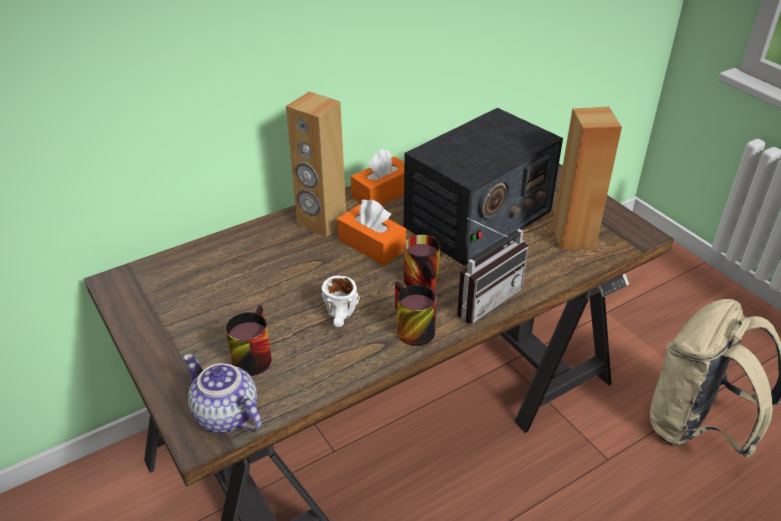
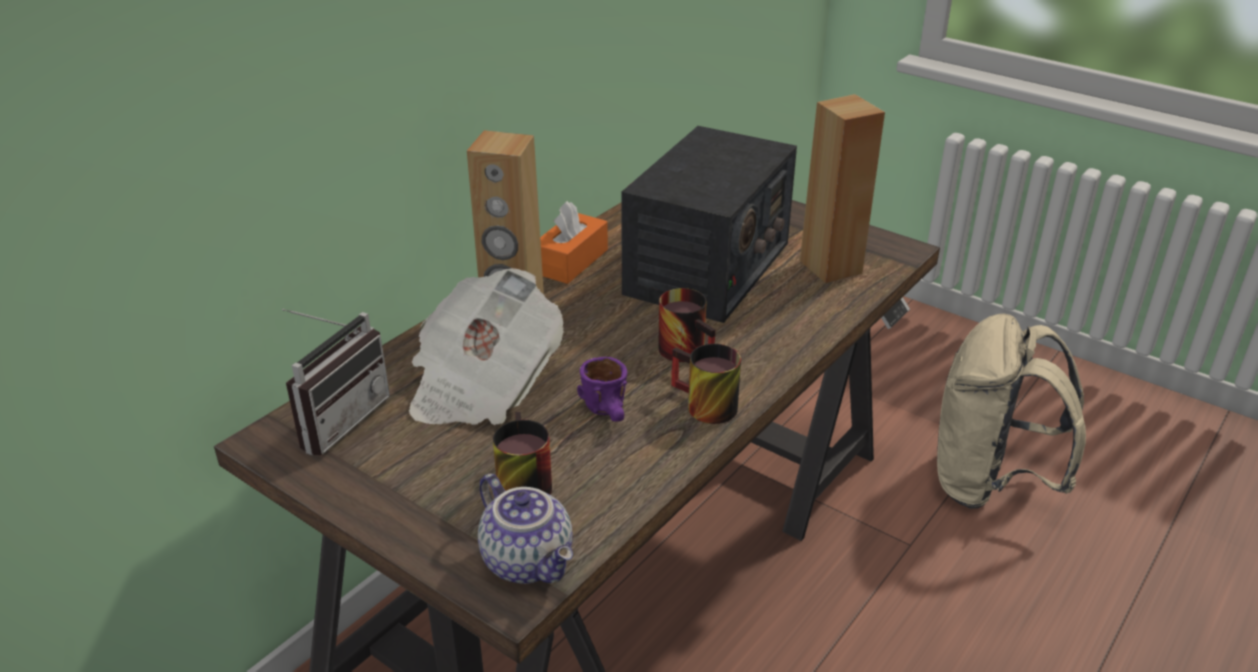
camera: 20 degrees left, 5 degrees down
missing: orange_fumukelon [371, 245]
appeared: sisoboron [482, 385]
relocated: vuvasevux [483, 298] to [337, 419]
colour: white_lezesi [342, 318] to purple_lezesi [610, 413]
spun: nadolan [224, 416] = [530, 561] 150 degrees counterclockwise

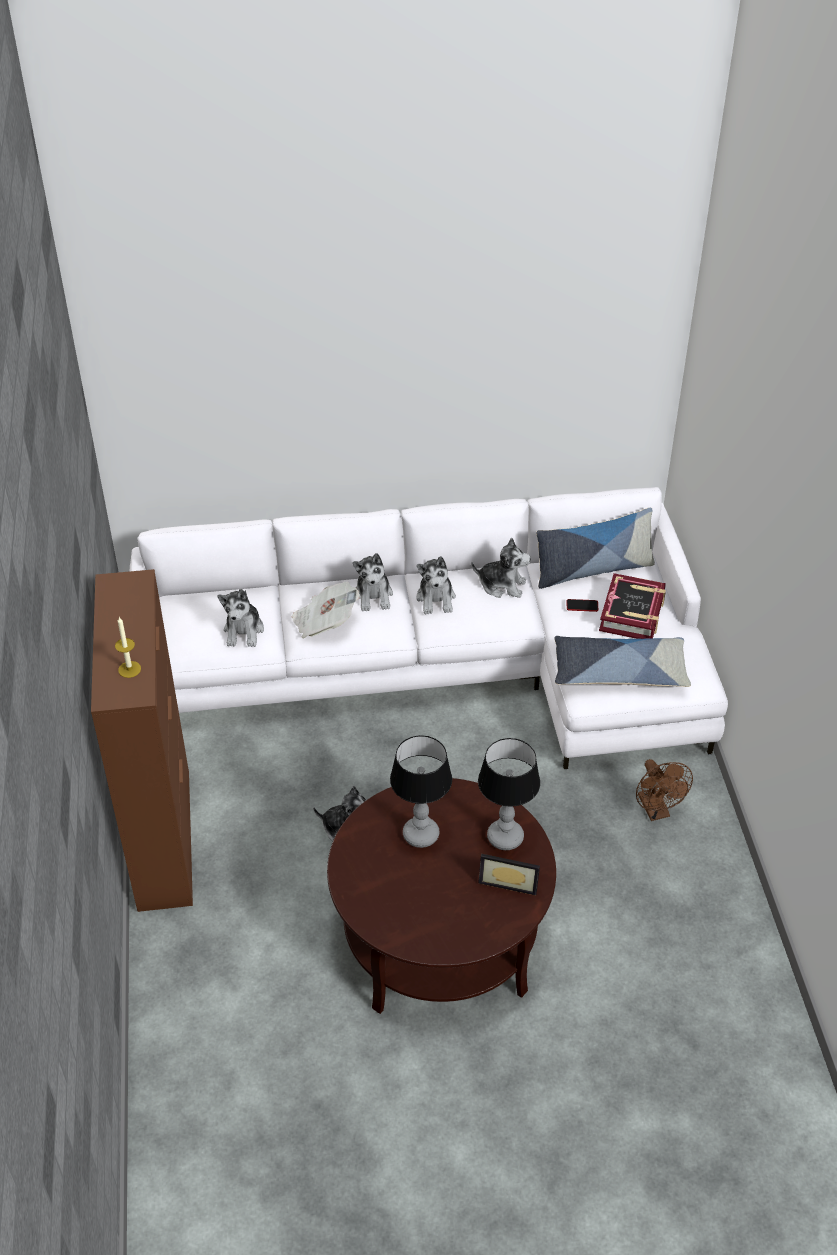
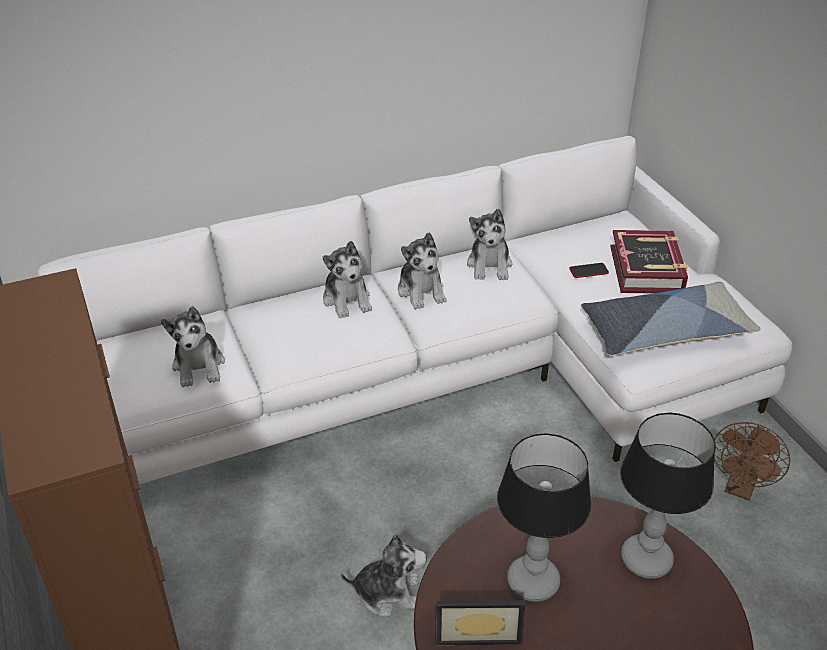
camera: 15 degrees left, 5 degrees down
missing: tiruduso [129, 669]; sisoboron [325, 622]; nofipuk [593, 570]
relocated: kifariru [509, 880] to [477, 630]
spun: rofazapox [502, 585] = [489, 265] 90 degrees clockwise; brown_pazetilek [656, 811] = [740, 488] 60 degrees clockwise

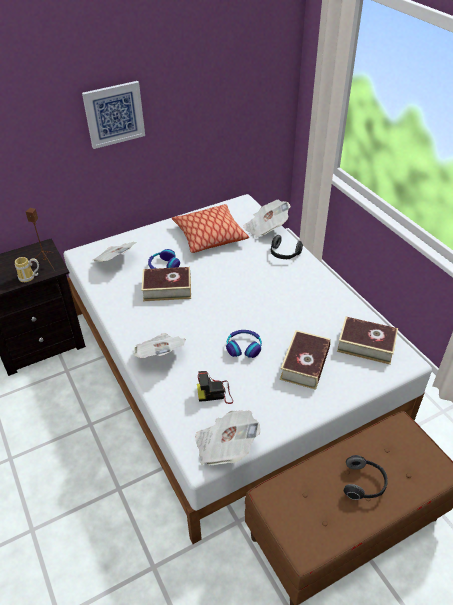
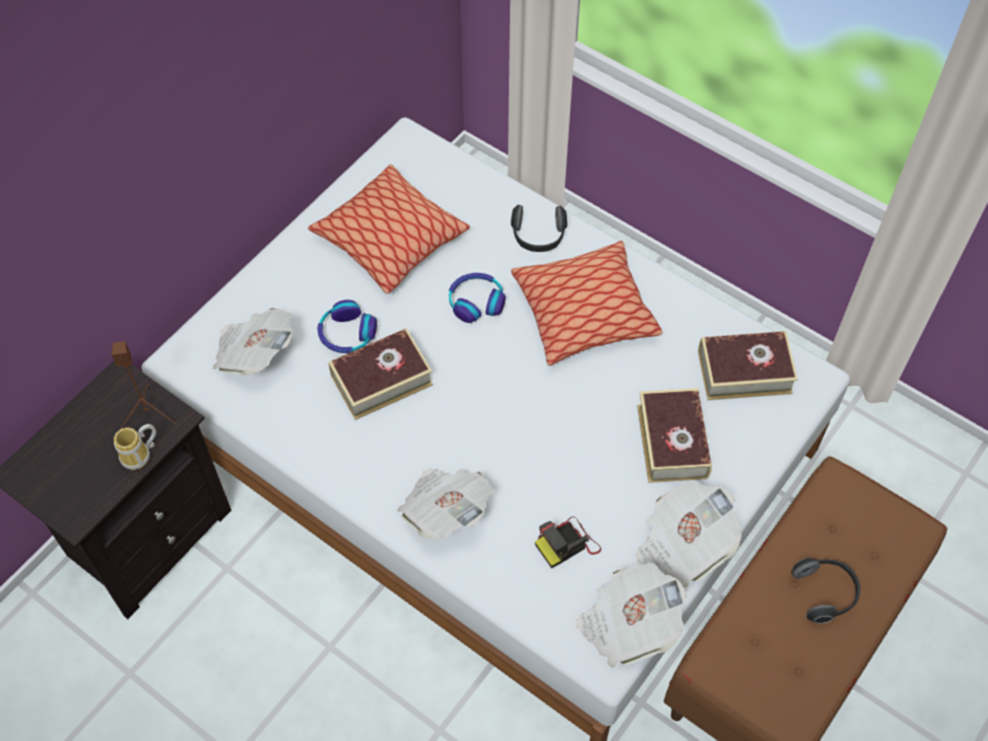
camera: 25 degrees left, 15 degrees up
missing: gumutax [114, 114]
appeared: nofipuk [584, 313]
relocated: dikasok [244, 347] to [476, 302]; sisoboron [266, 228] to [683, 544]

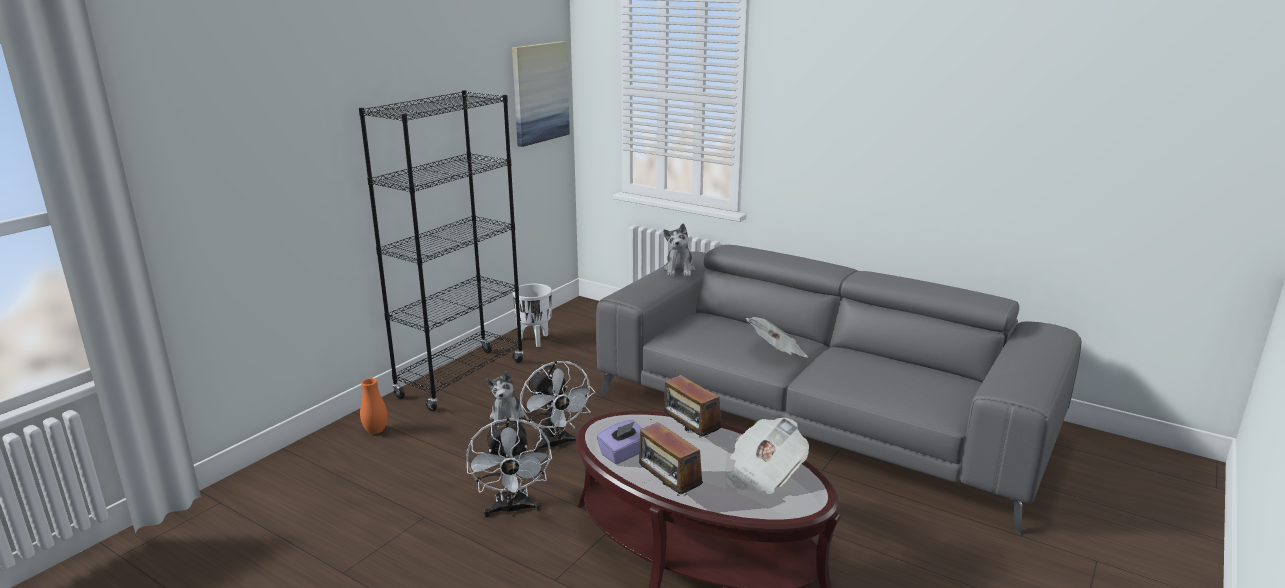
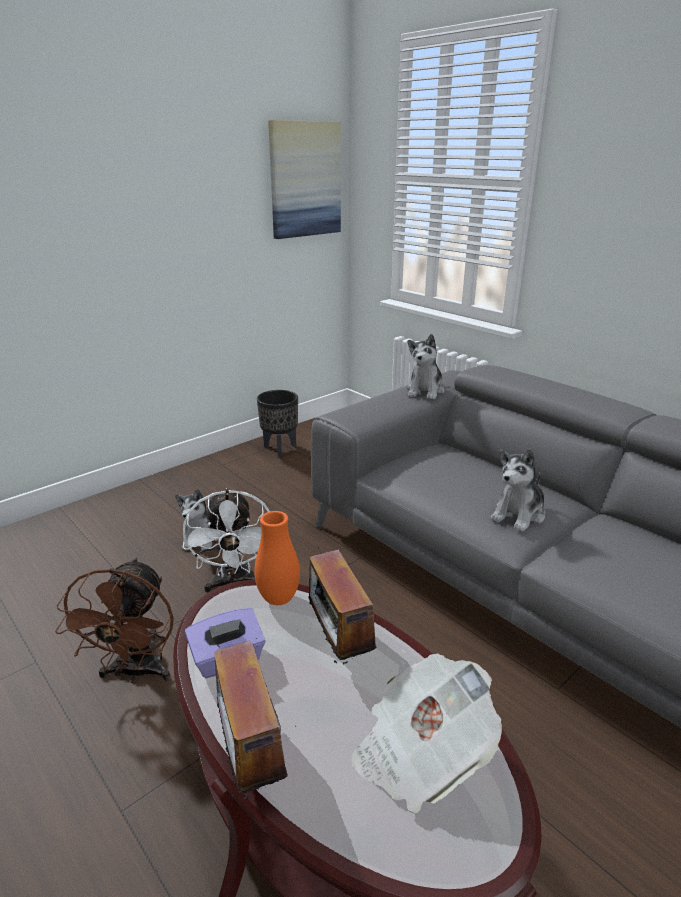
camera: 15 degrees right, 5 degrees up
missing: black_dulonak [461, 379]
relocated: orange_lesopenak [376, 431] to [278, 599]
exchanged: sisoboron [776, 352] to rofazapox [519, 514]
colour: white_pazetilek [512, 509] to brown_pazetilek [136, 672]; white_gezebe [534, 340] to black_gezebe [279, 449]

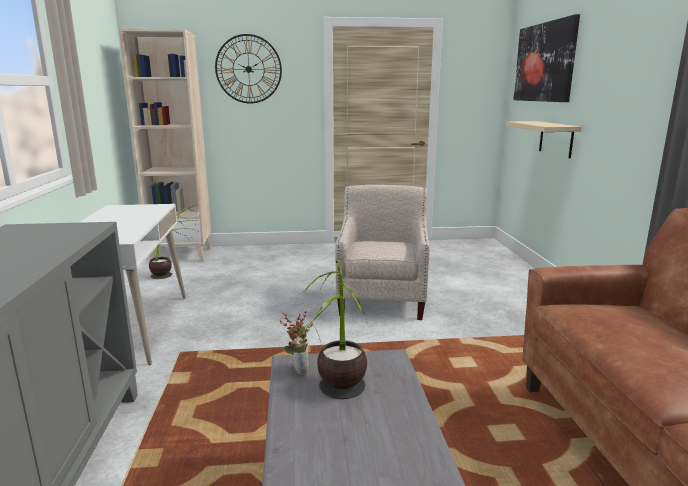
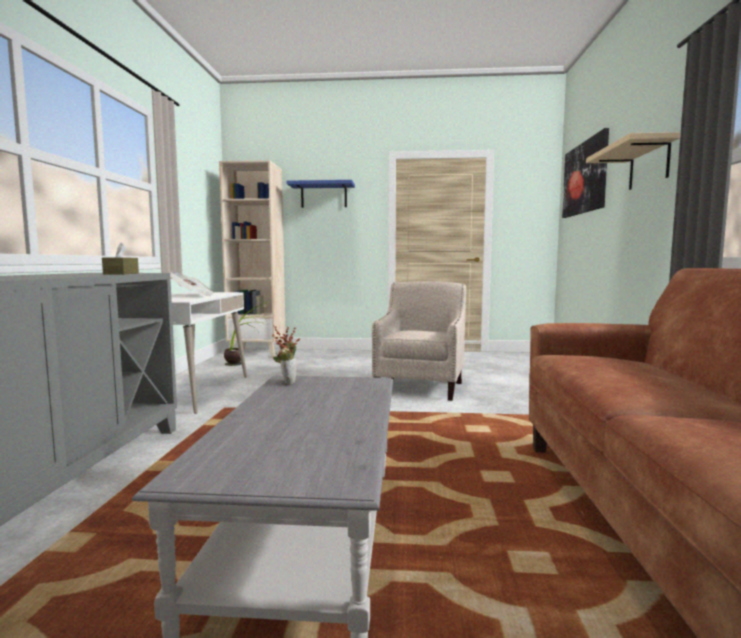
camera: 10 degrees right, 10 degrees down
missing: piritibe [339, 402]
appeared: brown_fumukelon [121, 273]; sisoboron [193, 296]
relocated: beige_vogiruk [556, 139] to [649, 165]
exchanged: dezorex [248, 69] to blue_vogiruk [324, 196]

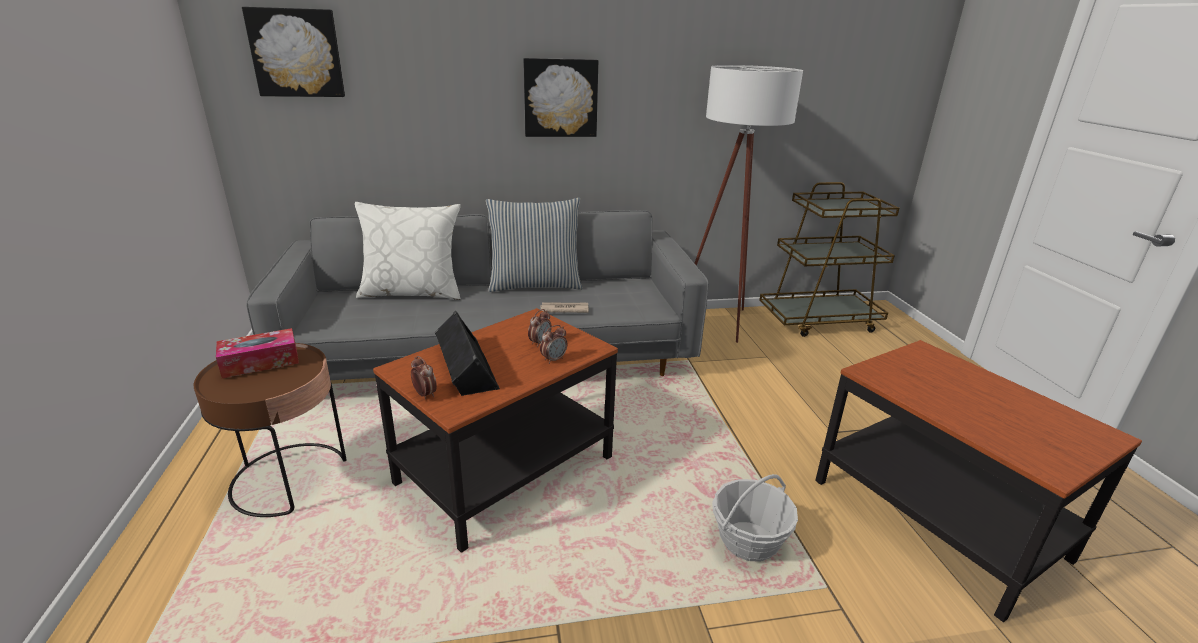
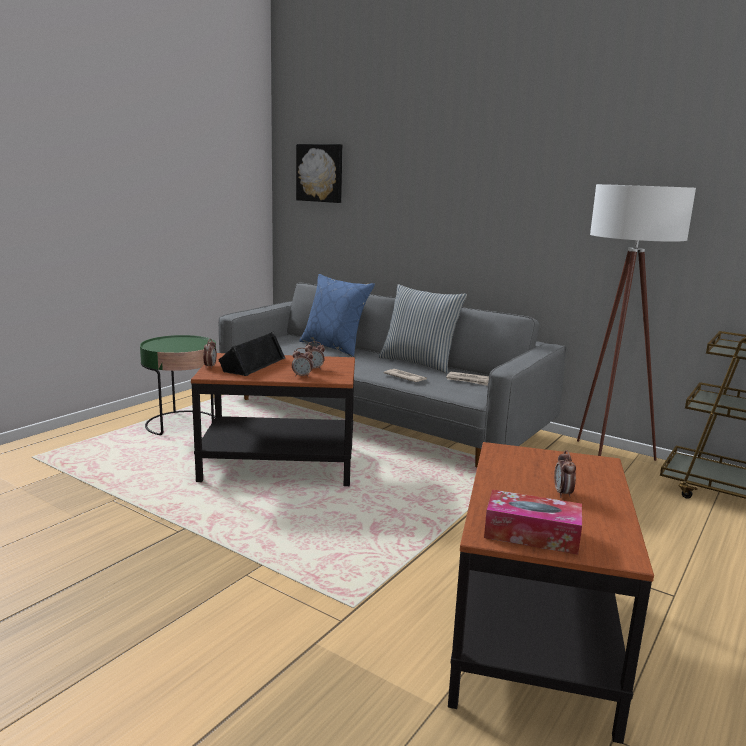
camera: 45 degrees right, 10 degrees down
missing: gumutax [560, 98]; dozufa [748, 541]
appeared: sisoboron [468, 380]; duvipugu [563, 493]
relocated: fumukelon [260, 362] to [531, 534]
colour: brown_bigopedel [290, 478] to green_bigopedel [182, 424]; white_nofipuk [412, 292] to blue_nofipuk [334, 347]

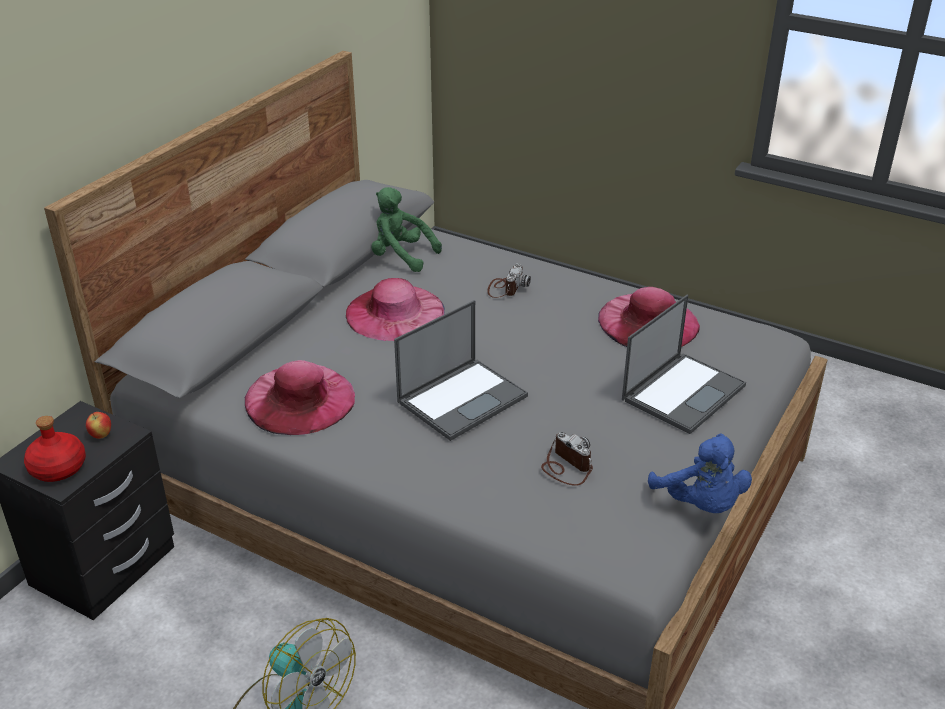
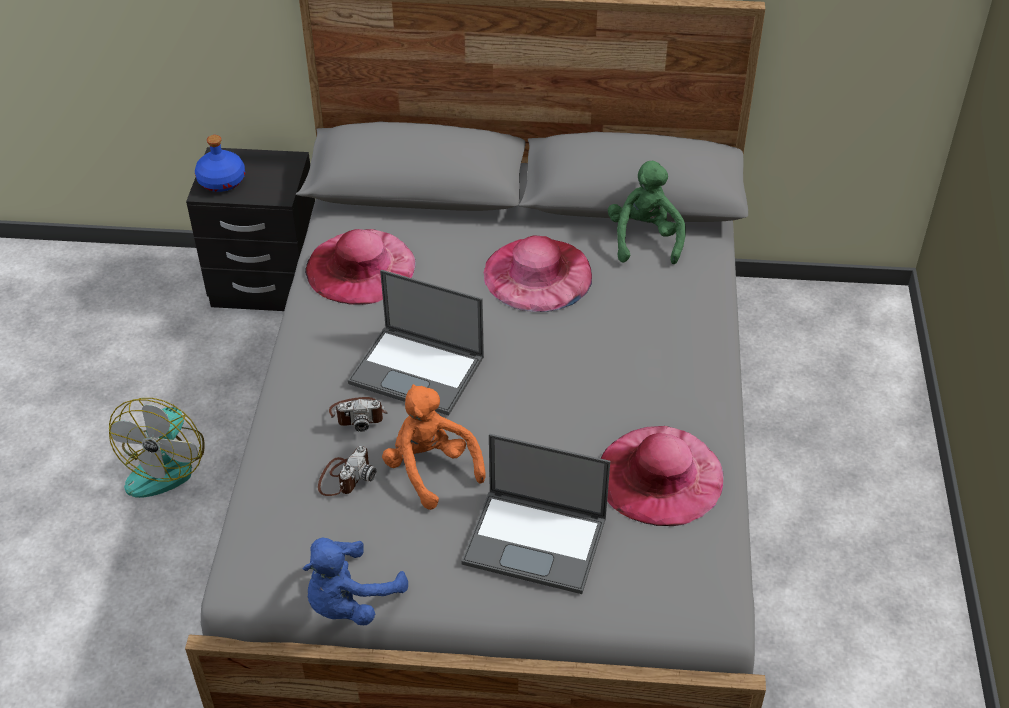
camera: 65 degrees right, 10 degrees up
missing: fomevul [101, 435]
appeared: orange_rofazapox [431, 469]
relocated: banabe [506, 288] to [358, 414]
colour: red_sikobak [58, 467] to blue_sikobak [222, 181]

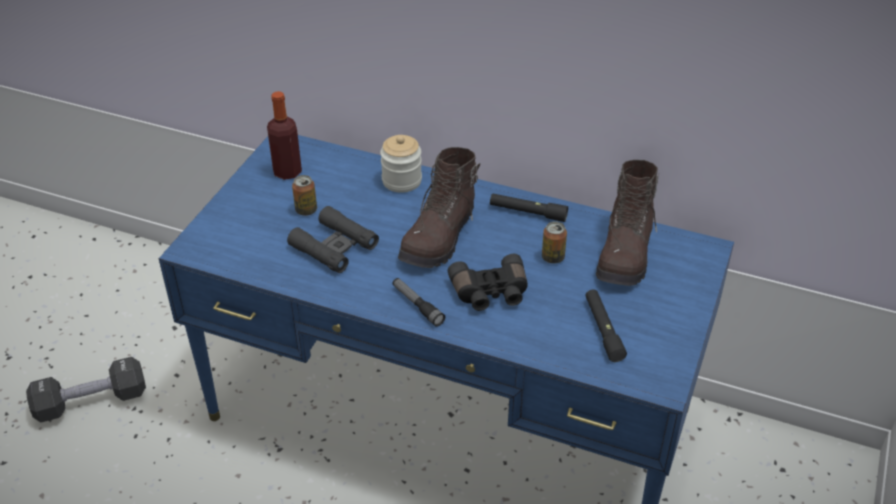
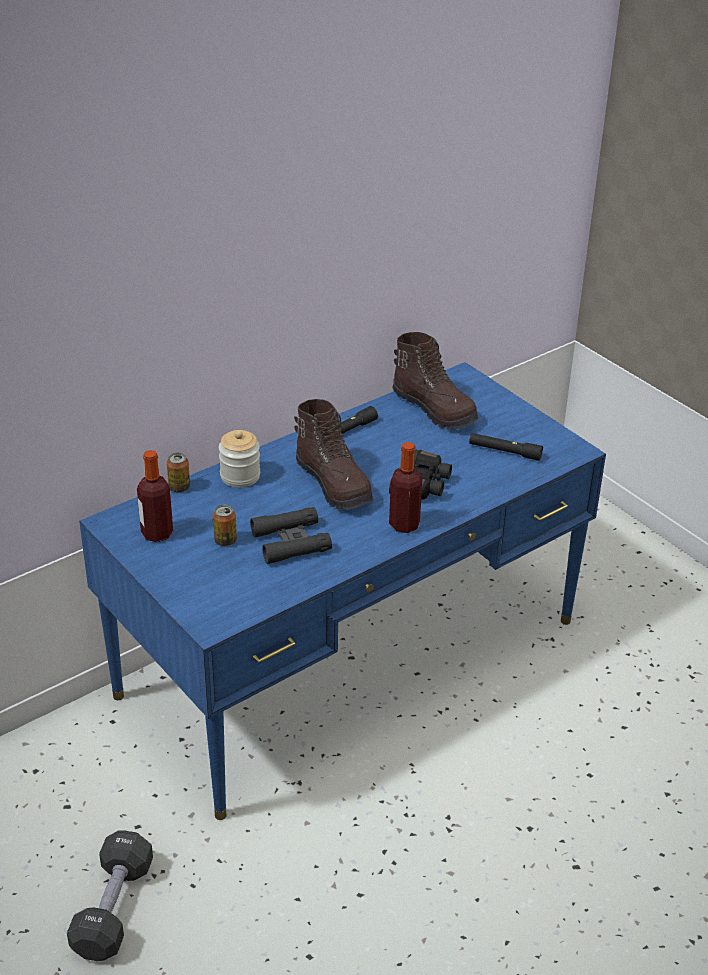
camera: 60 degrees left, 5 degrees down
relocated: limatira [553, 257] to [179, 488]
exchanged: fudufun [417, 305] to sikobak [404, 524]

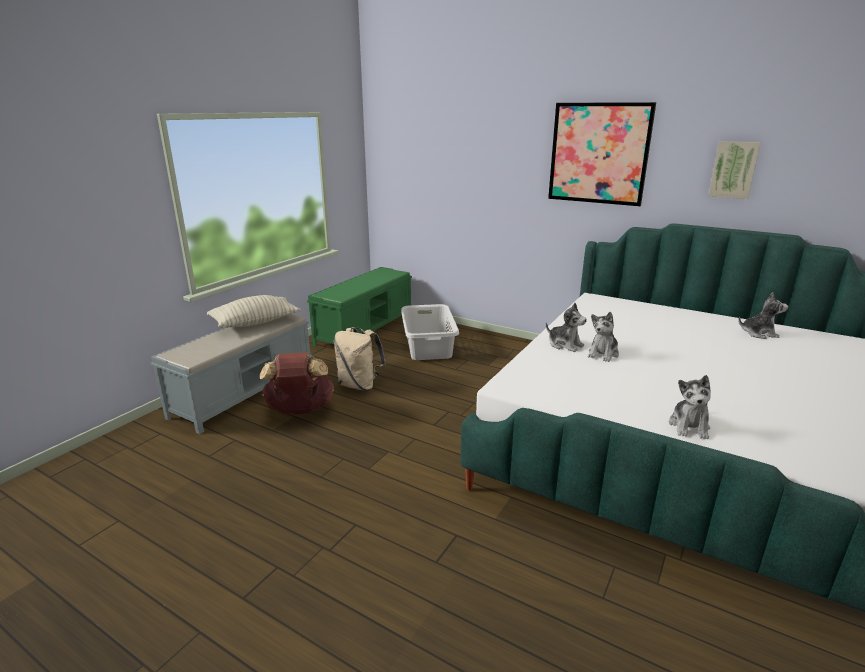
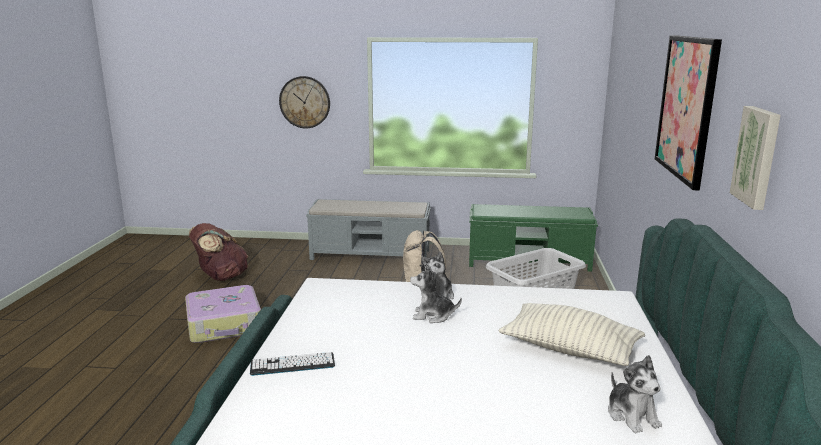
camera: 65 degrees right, 5 degrees down
appeared: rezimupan [225, 324]; dezorex [305, 102]
relocated: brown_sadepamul [300, 411] to [221, 277]; nofipuk [255, 323] to [569, 349]
exchanged: rofazapox [689, 426] to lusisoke [292, 364]

